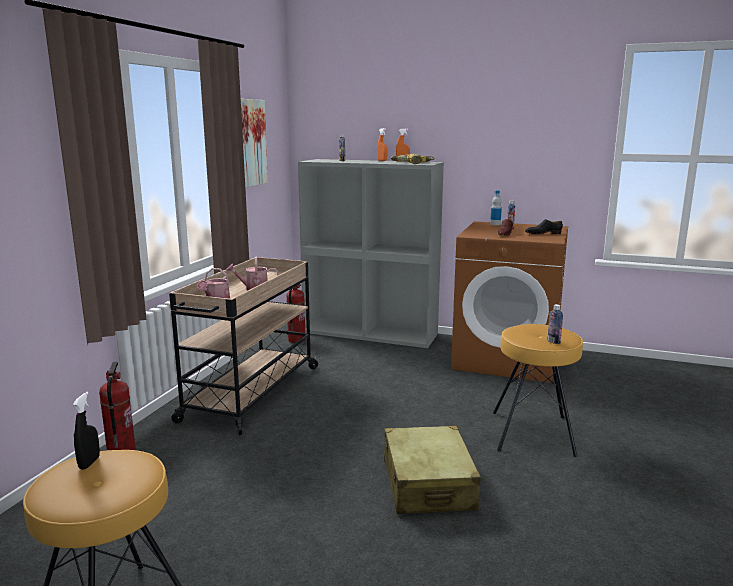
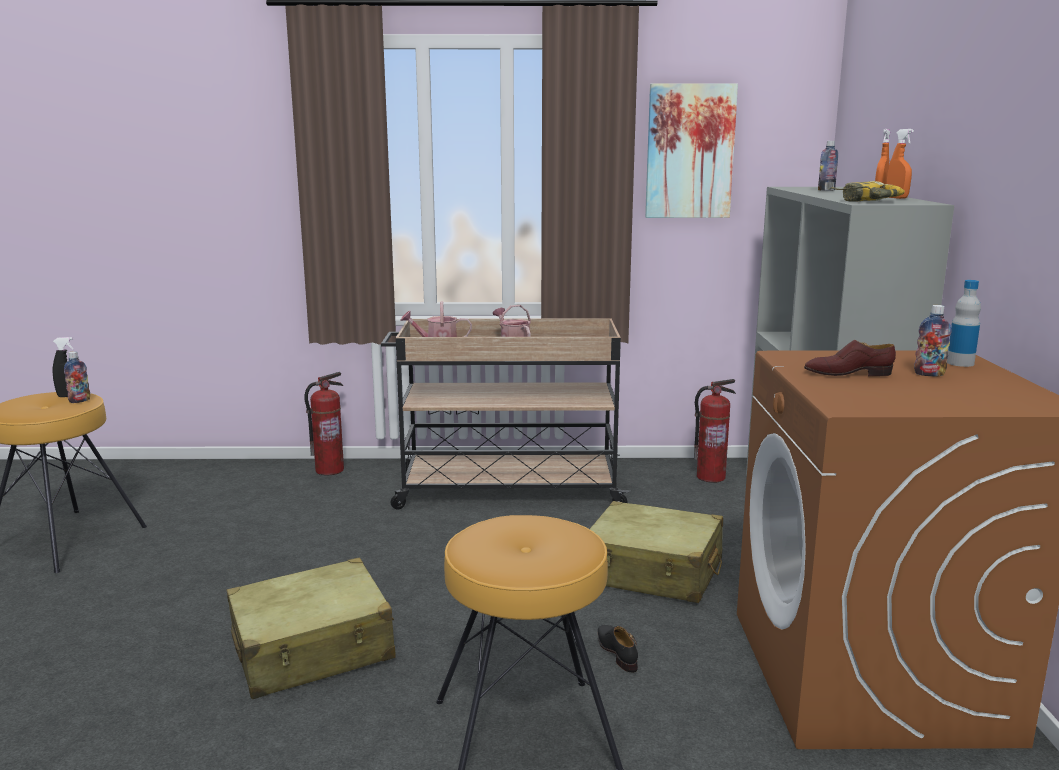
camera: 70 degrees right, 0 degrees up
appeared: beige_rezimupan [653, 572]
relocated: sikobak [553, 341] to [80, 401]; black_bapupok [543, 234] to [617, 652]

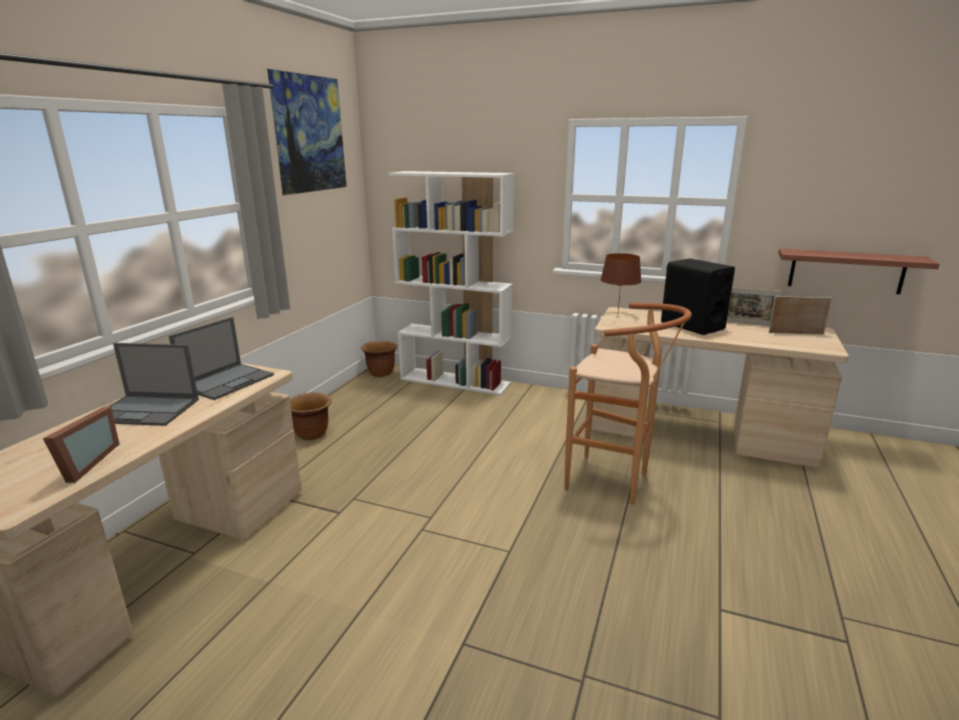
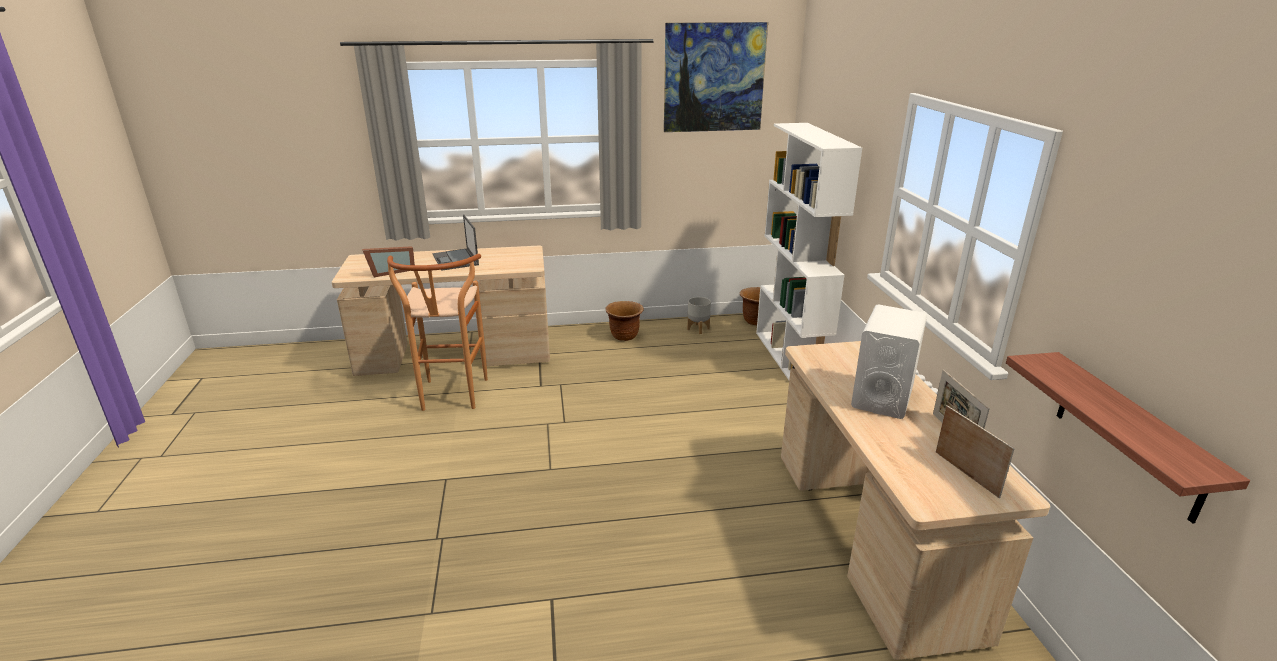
camera: 60 degrees right, 5 degrees up
missing: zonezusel [228, 381]; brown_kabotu [618, 315]
appeared: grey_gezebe [698, 329]
relocated: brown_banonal [615, 482] to [451, 398]
colour: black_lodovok [692, 325] to white_lodovok [882, 396]

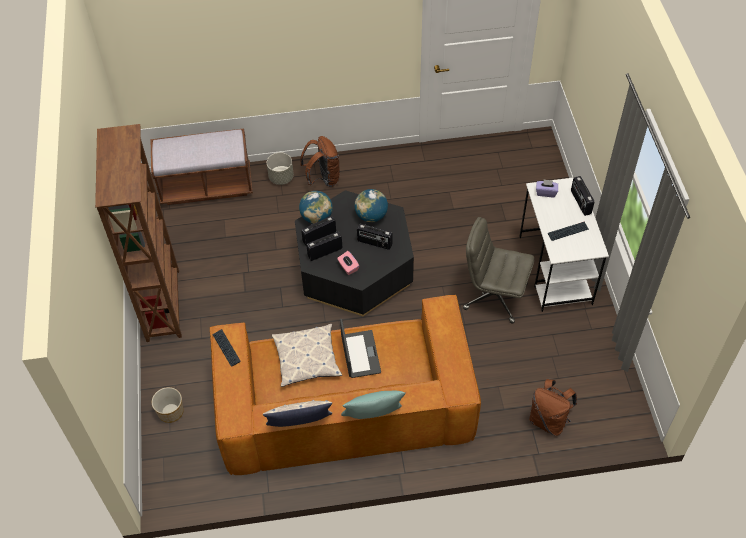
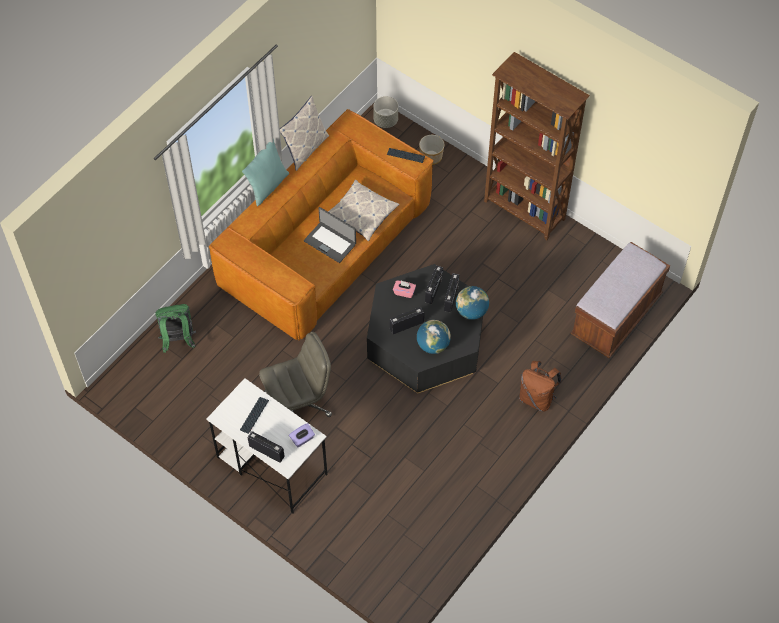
camera: 135 degrees right, 5 degrees up
relocated: grey_gezebe [281, 177] to [386, 120]
colour: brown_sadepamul [548, 420] to green_sadepamul [178, 340]

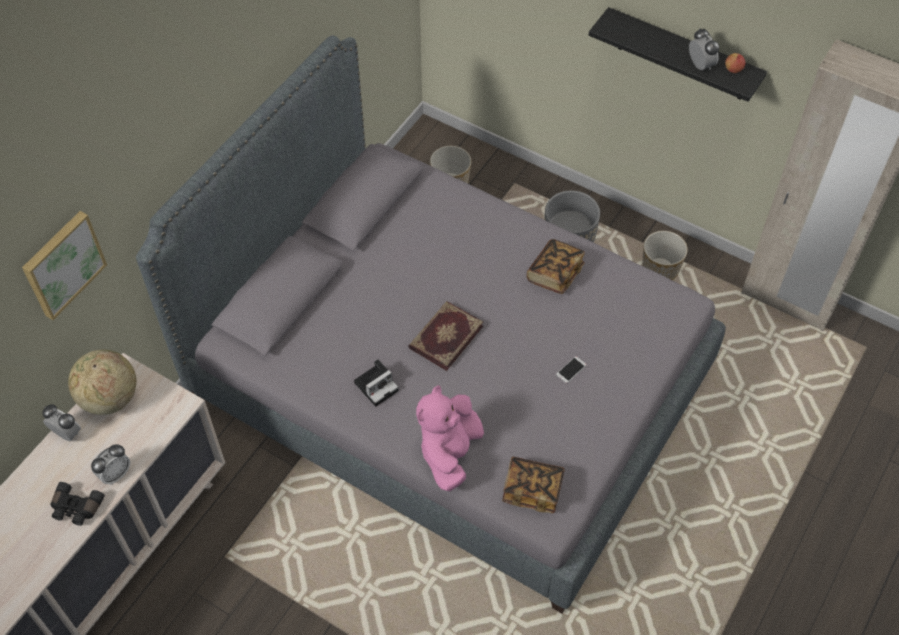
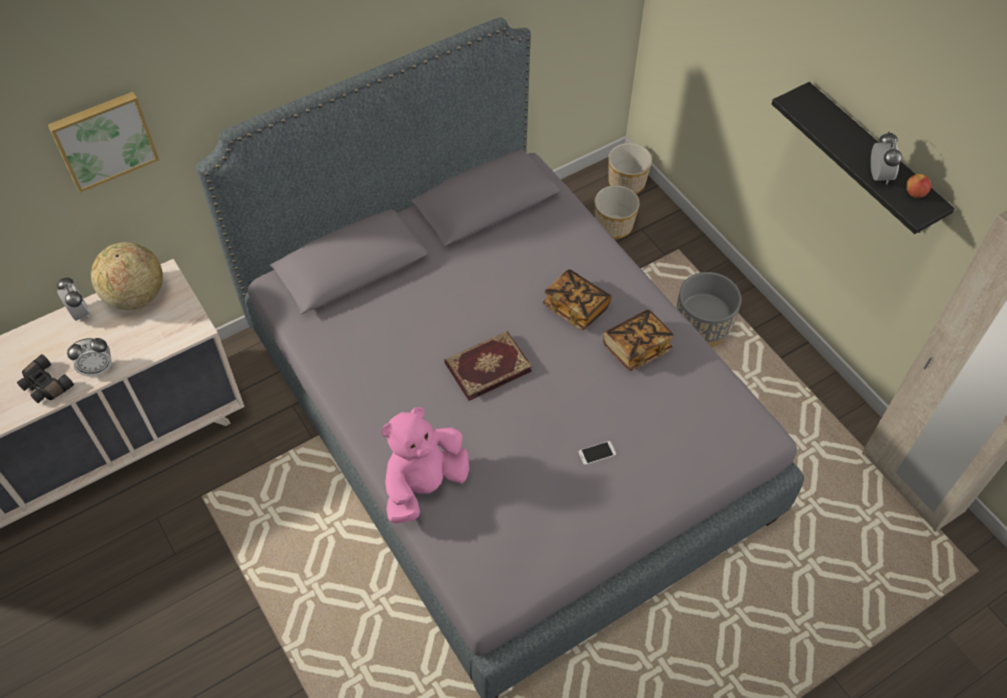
camera: 25 degrees right, 0 degrees up
missing: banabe [377, 385]
relocated: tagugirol [532, 490] to [576, 307]; gezebe [659, 269] to [626, 183]

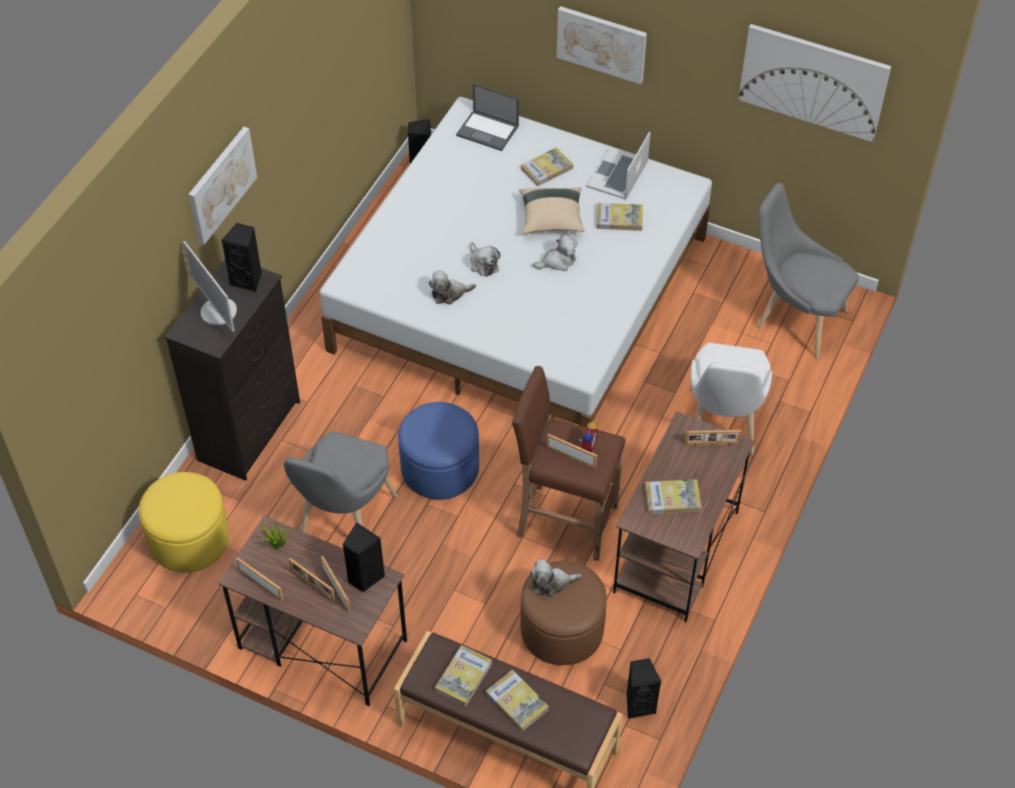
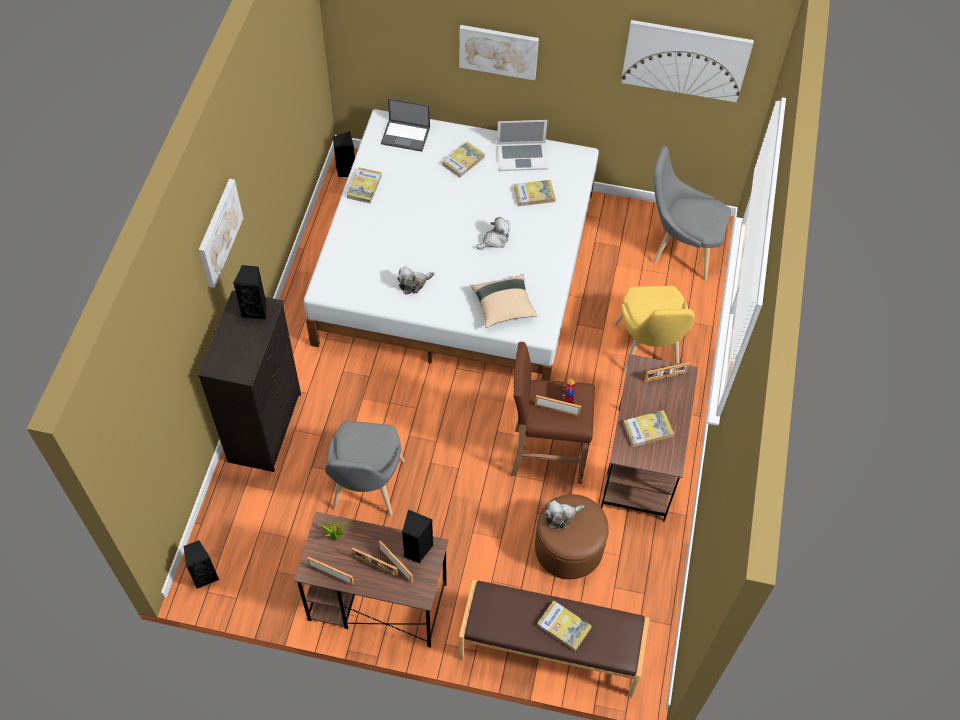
camera: 15 degrees left, 5 degrees up
missing: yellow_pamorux [189, 539]; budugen [218, 312]; blue_pamorux [440, 468]; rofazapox [483, 264]
relocated: black_lodovok [639, 705] to [205, 575]; tagugirol [463, 677] to [364, 186]; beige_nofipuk [551, 219] to [503, 307]
colour: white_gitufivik [722, 427] to yellow_gitufivik [648, 351]
spun: zonezusel [618, 174] = [522, 156] 105 degrees counterclockwise

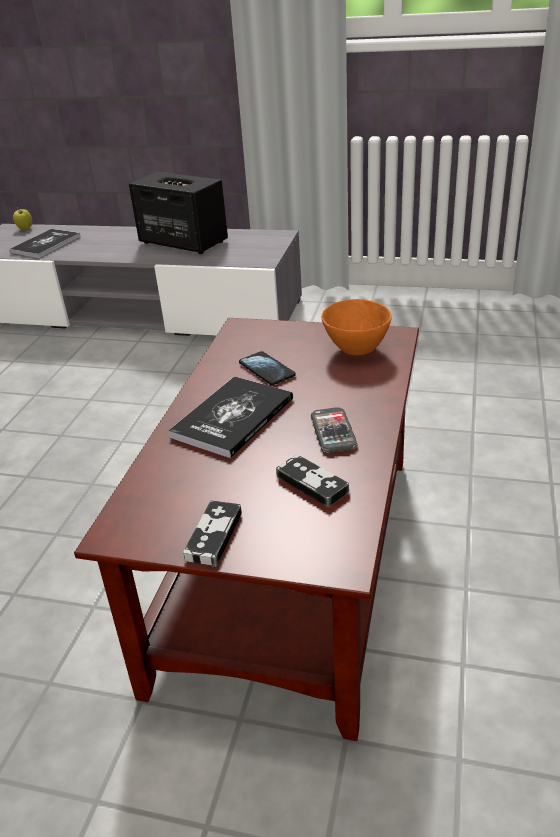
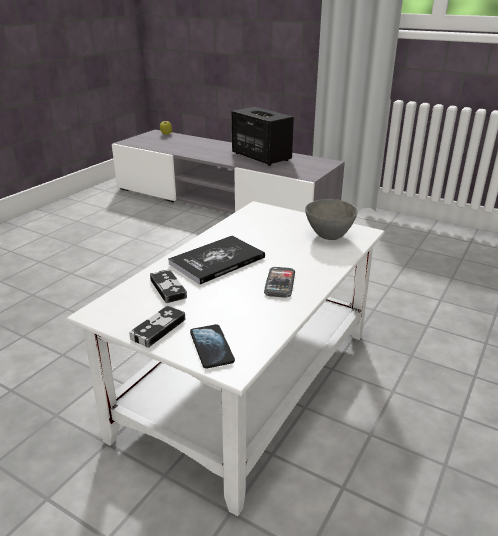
camera: 15 degrees right, 5 degrees down
missing: tagugirol [46, 245]
relocated: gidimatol [312, 484] to [168, 288]; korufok [266, 369] to [211, 347]
colour: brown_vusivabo [291, 566] to white_vusivabo [248, 384]; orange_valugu [355, 349] to grey_valugu [328, 235]

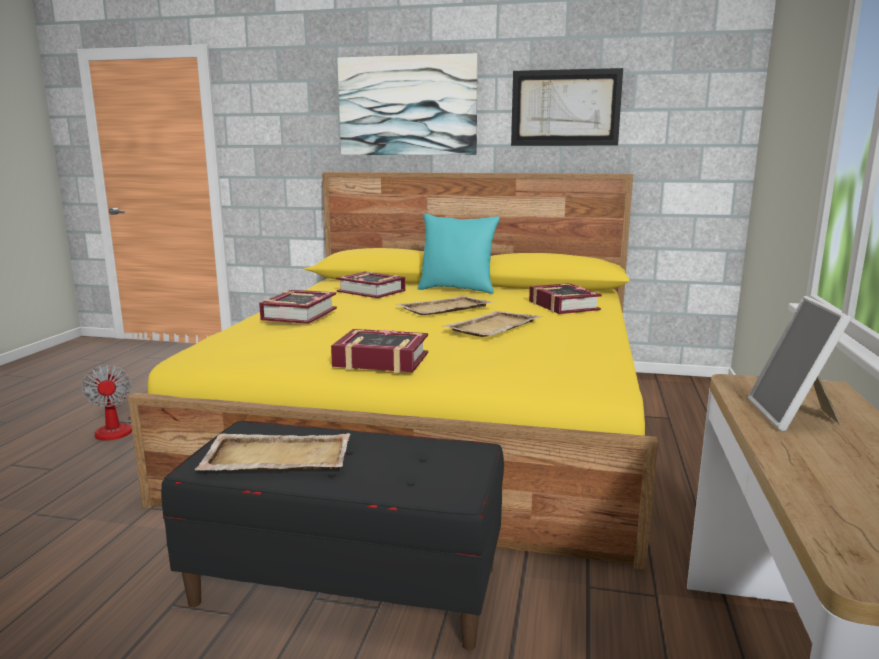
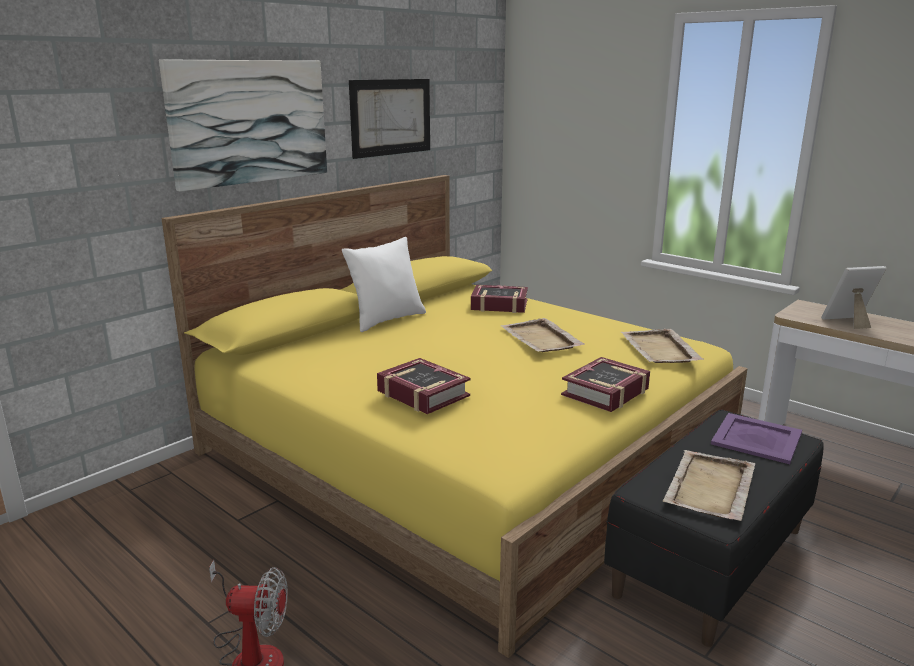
camera: 60 degrees left, 5 degrees up
missing: tagugirol [371, 291]
appeared: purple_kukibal [756, 438]
relocated: beige_kukibal [443, 308] to [660, 349]
colour: turquoise_nofipuk [457, 289] to white_nofipuk [386, 320]
spun: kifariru [793, 416] = [849, 322] 135 degrees clockwise

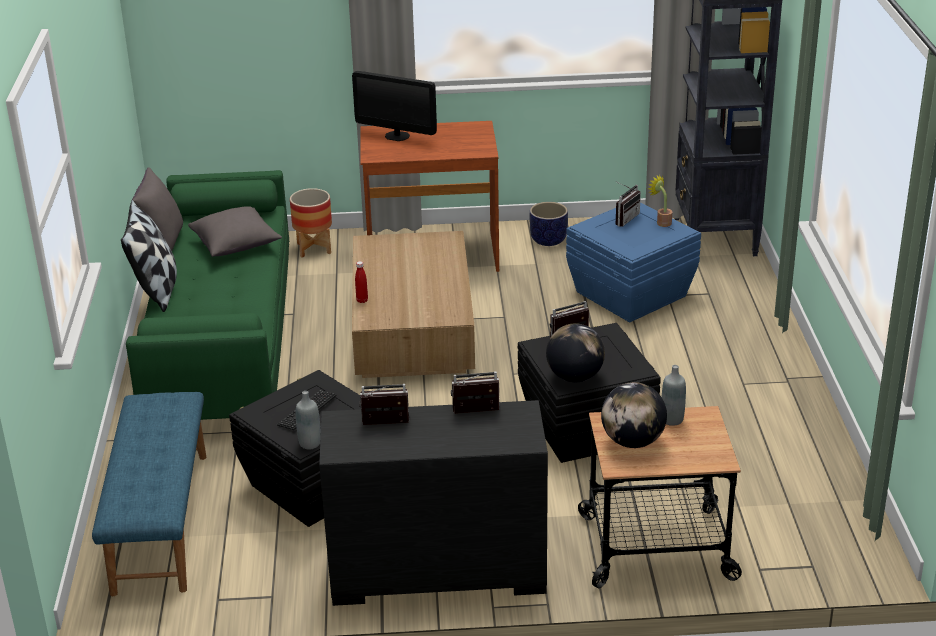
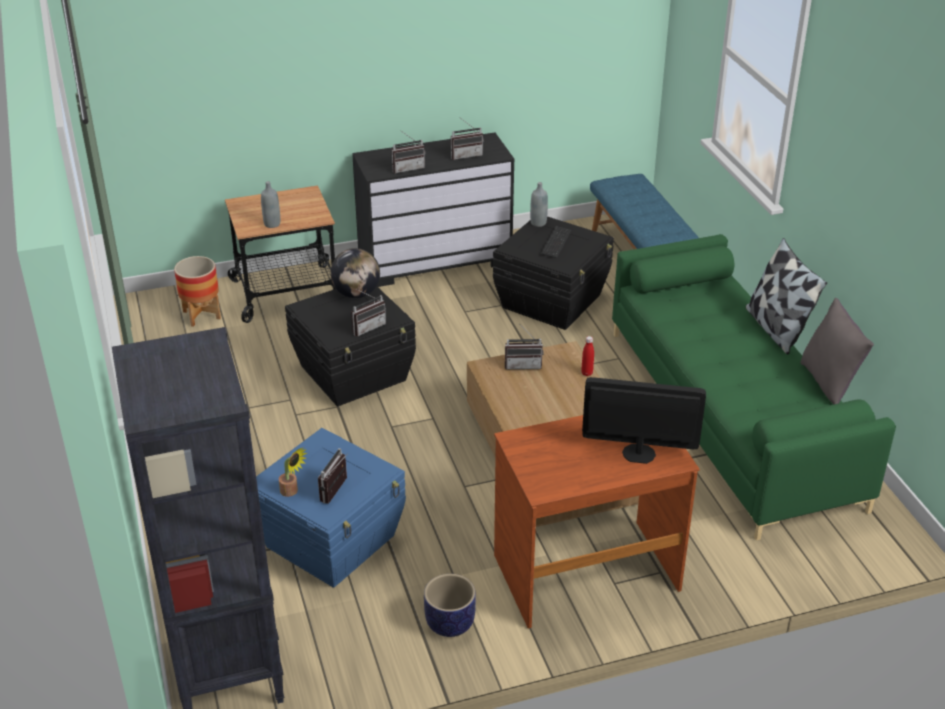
camera: 165 degrees right, 5 degrees up
missing: grey_nofipuk [236, 245]; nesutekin [632, 441]
appeared: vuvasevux [523, 364]
relocated: gezebe [314, 248] to [201, 315]

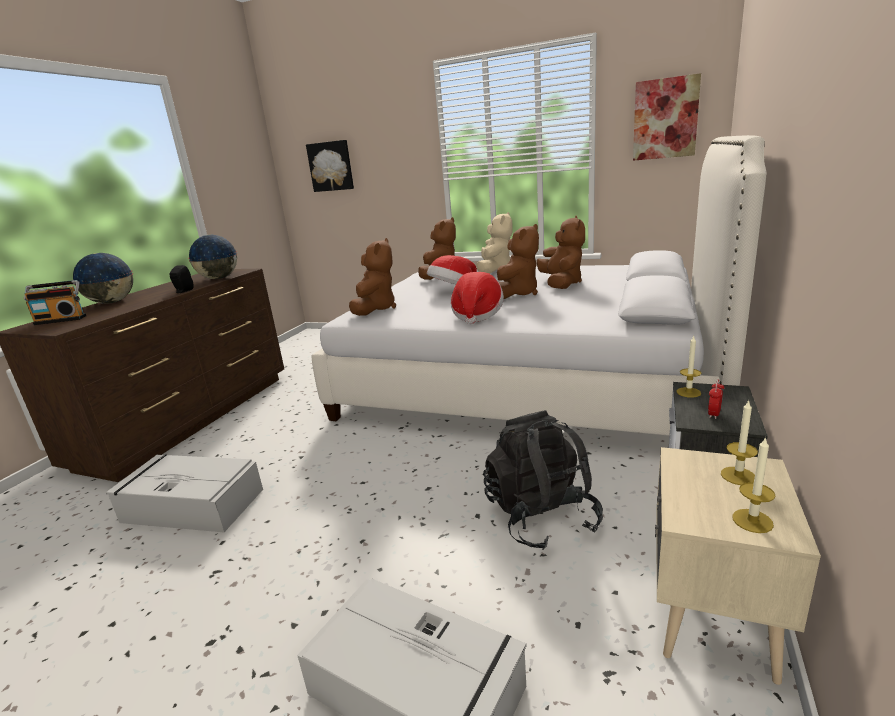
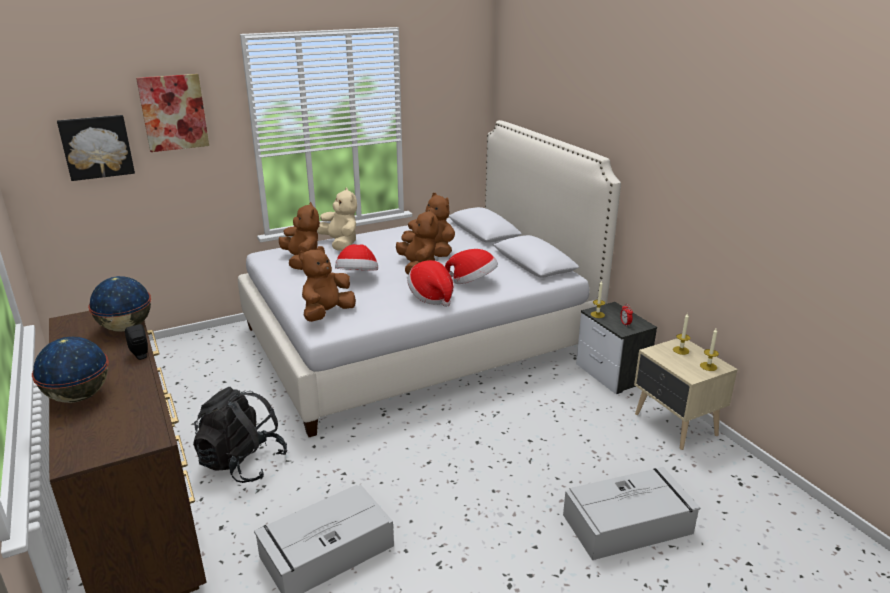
camera: 50 degrees left, 5 degrees up
missing: vuvasevux [62, 320]
appeared: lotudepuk [472, 282]
relocated: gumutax [665, 119] to [173, 112]; black_sadepamul [541, 517] to [242, 463]
spun: brown_rofazapox [375, 309] = [327, 314] 105 degrees counterclockwise

